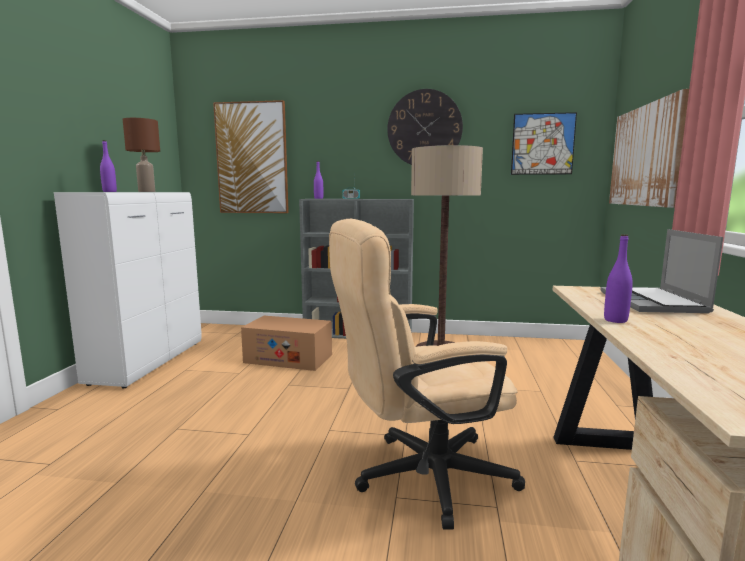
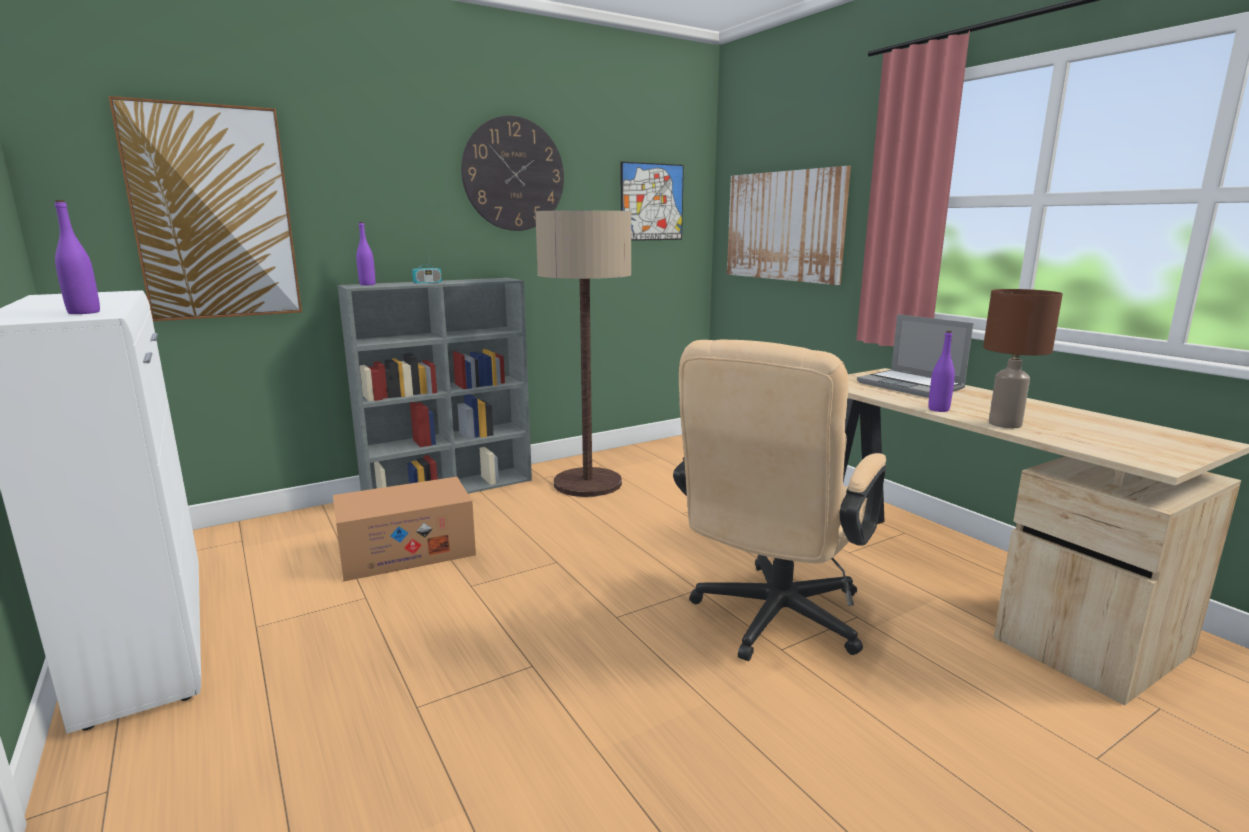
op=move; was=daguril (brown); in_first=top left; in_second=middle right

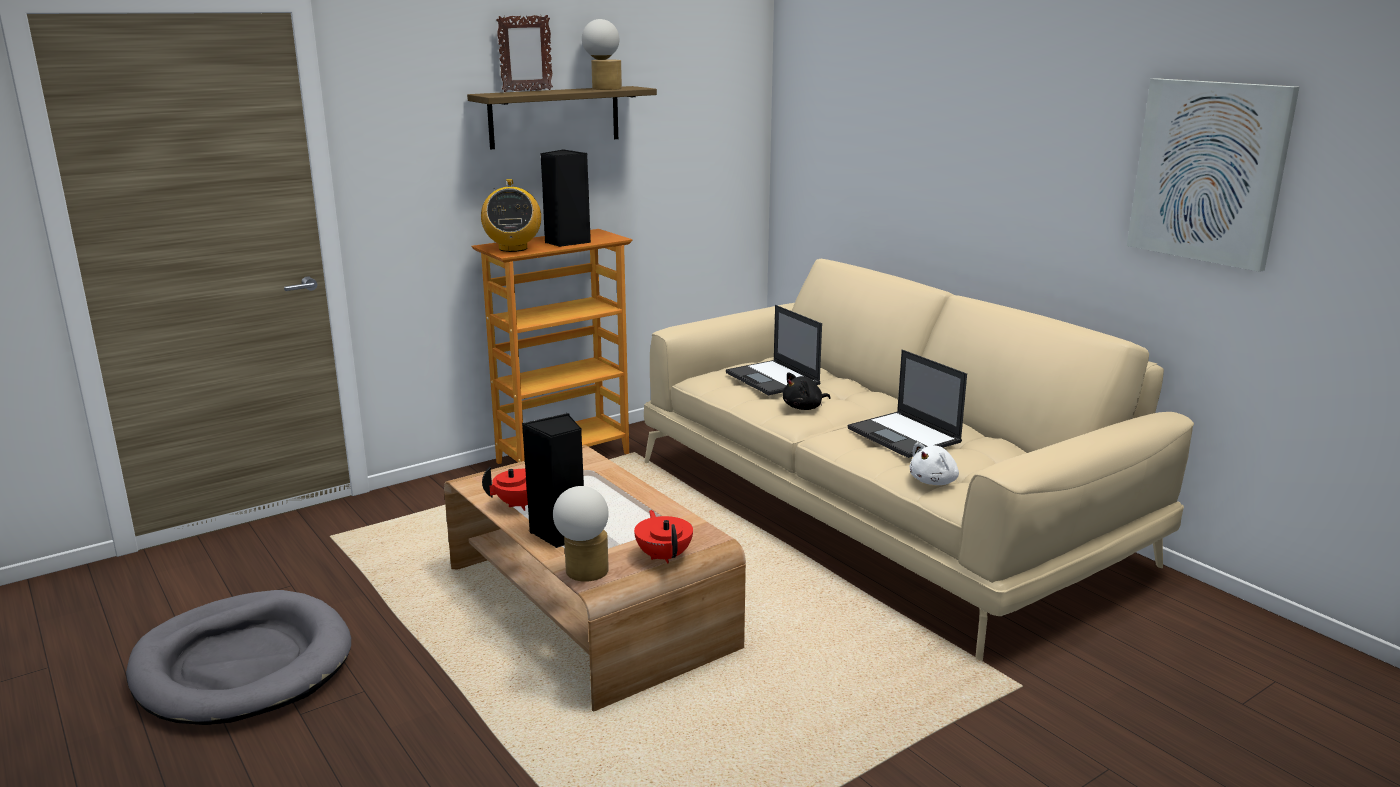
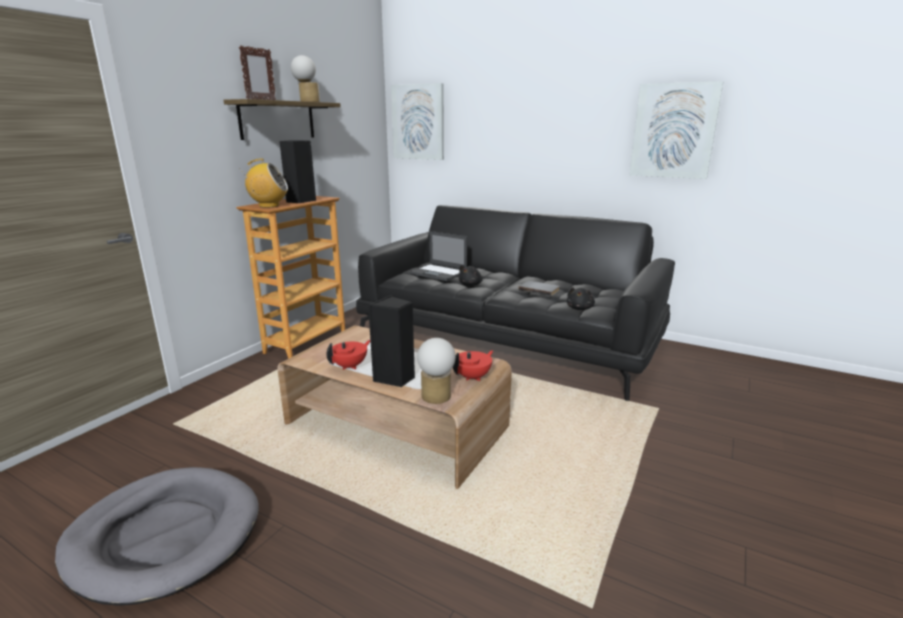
op=insert; now=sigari (1st from left); in_second=top centre
op=replace; was=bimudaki (2nd from left); now=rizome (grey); in_first=centre; in_second=centre
op=recolor; was=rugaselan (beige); now=rugaselan (black); in_first=centre; in_second=centre
op=recolor; was=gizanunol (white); now=gizanunol (black) (2nd from left); in_first=middle right; in_second=centre
op=rotate; was=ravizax; in_first=top centre; in_second=top left; clockwise=-60
op=rotate; was=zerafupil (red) (2nd from left); in_first=bottom centre; in_second=centre; clockwise=90

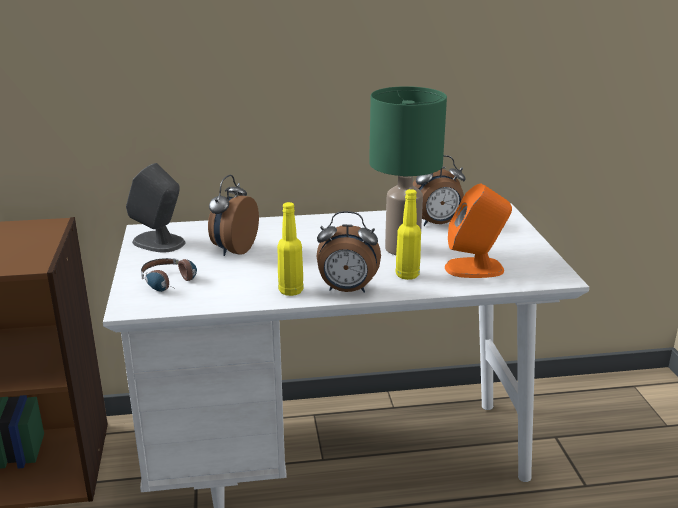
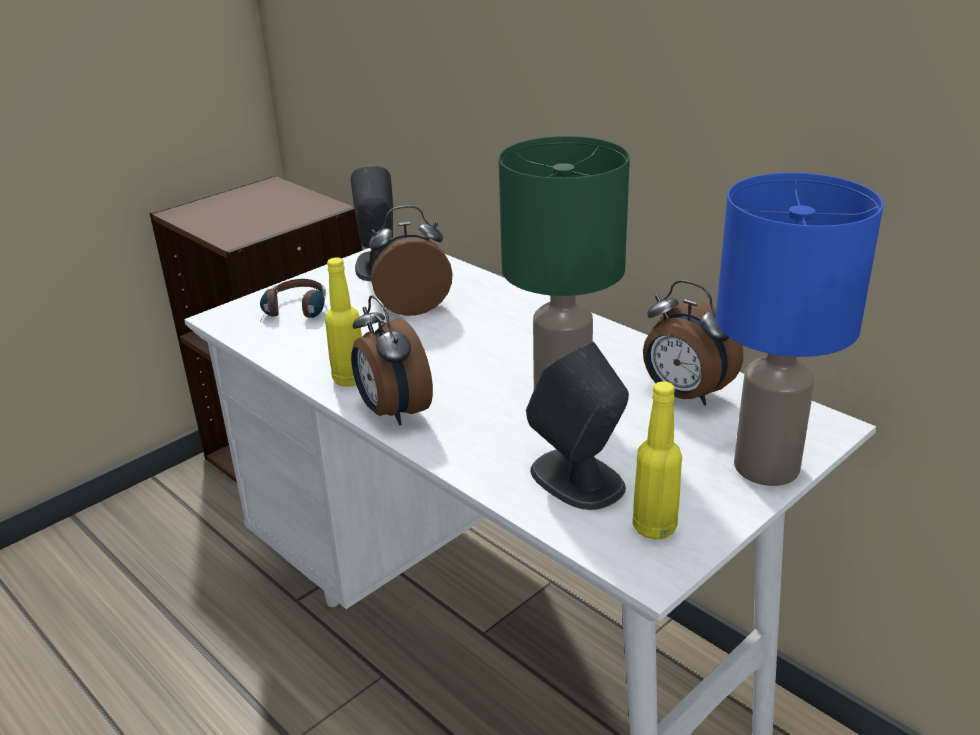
op=insert; now=daguril (blue); in_second=middle right
op=move; was=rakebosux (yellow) (2nd from left); in_first=centre; in_second=middle right
op=recolor; was=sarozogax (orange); now=sarozogax (grey) (2nd from left); in_first=middle right; in_second=centre

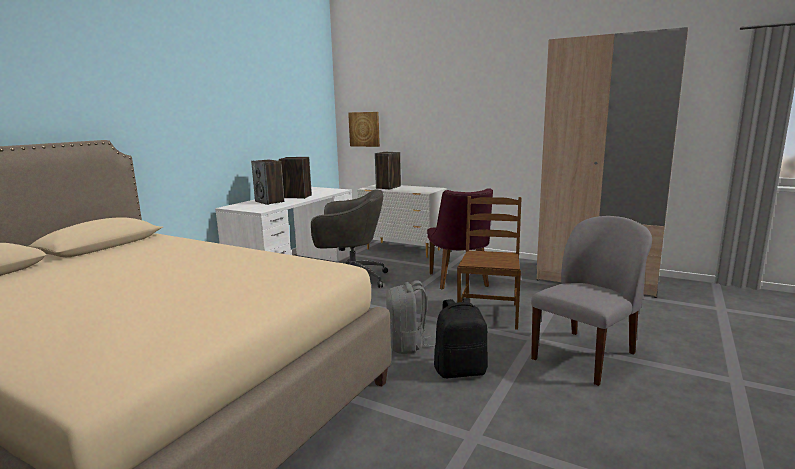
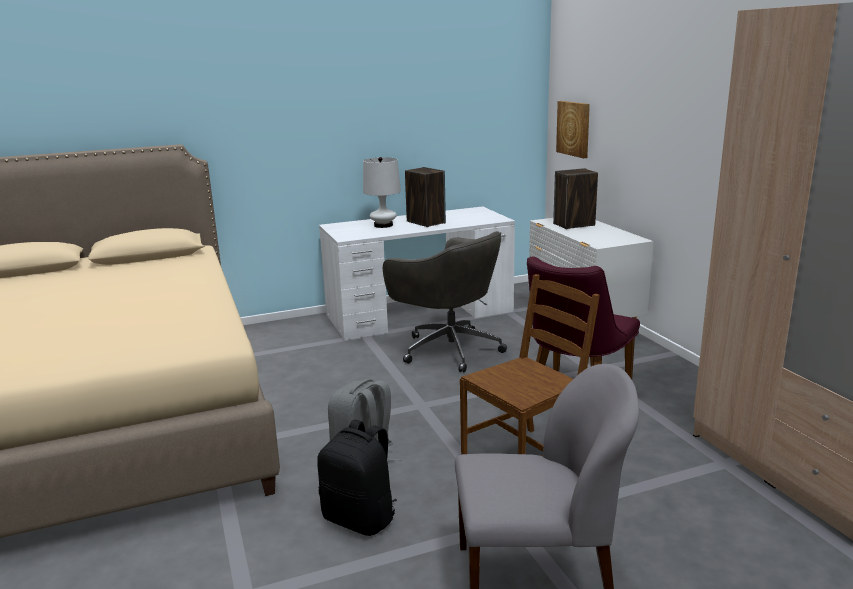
op=replace; was=sarozogax (1st from left); now=daguril (white); in_first=centre; in_second=top centre

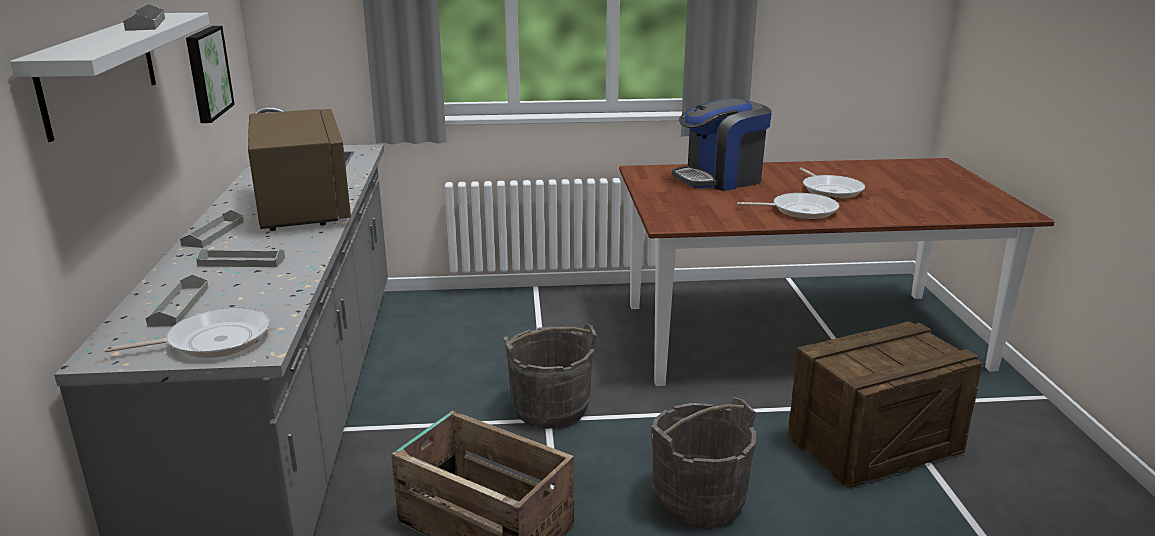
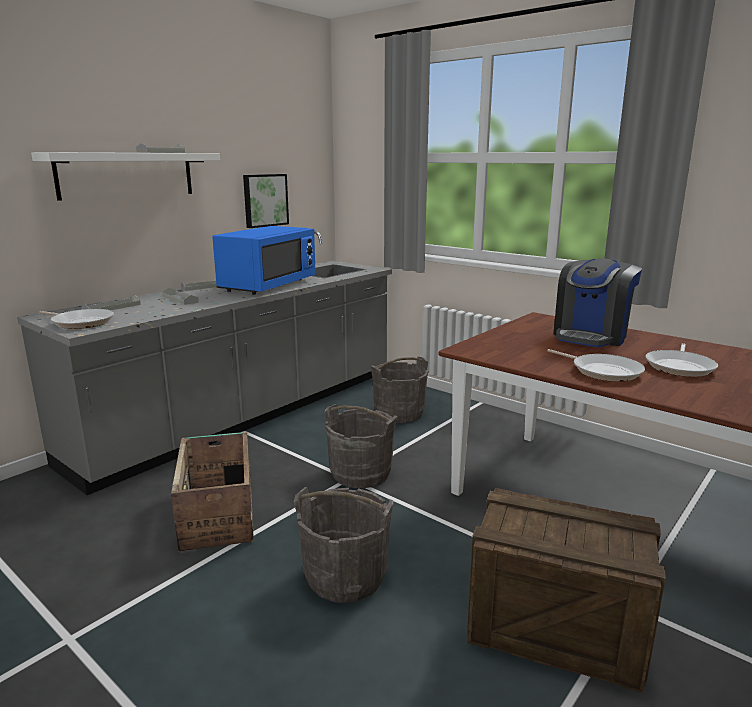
op=insert; now=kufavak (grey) (3rd from left); in_second=centre
op=recolor; was=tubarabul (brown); now=tubarabul (blue); in_first=top left; in_second=centre
op=rotate; was=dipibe; in_first=top centre; in_second=middle right; clockwise=-75

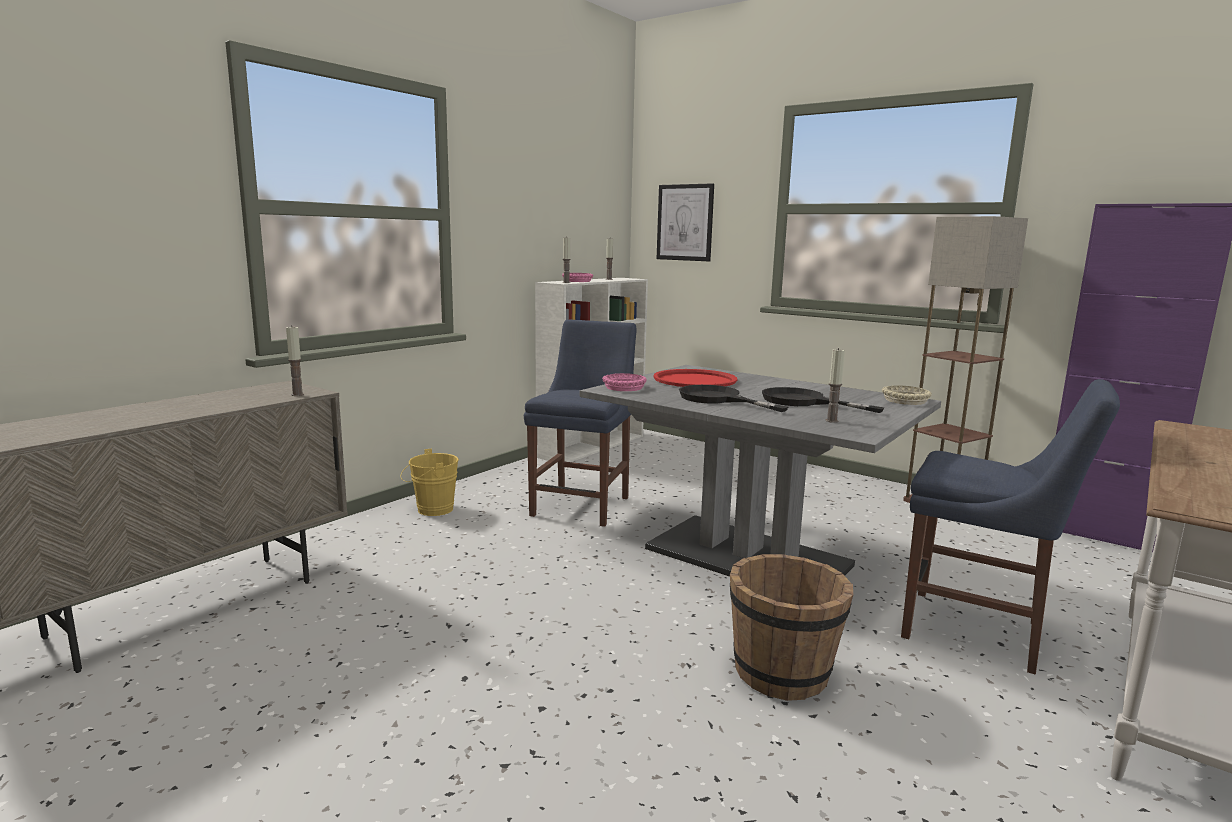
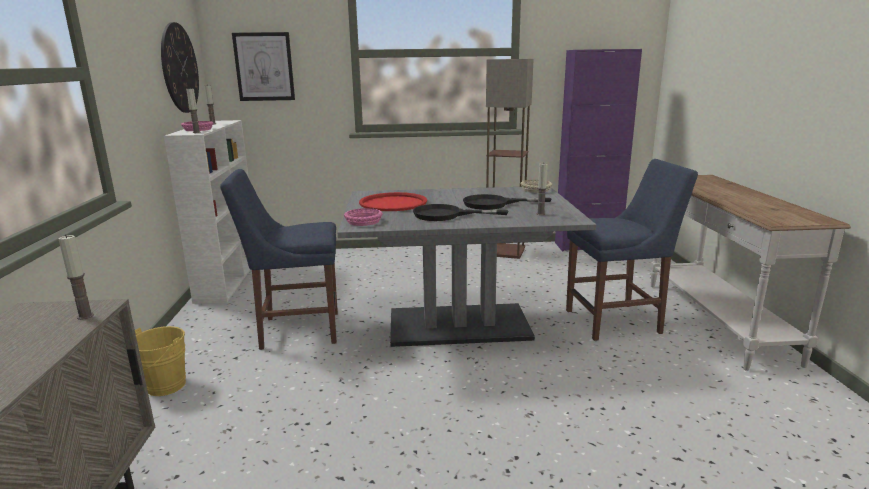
op=delete; was=kufavak (brown); in_first=bottom centre
op=insert; now=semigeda; in_second=top left
op=rotate; was=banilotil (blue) (1st from left); in_first=centre; in_second=middle left; clockwise=-75

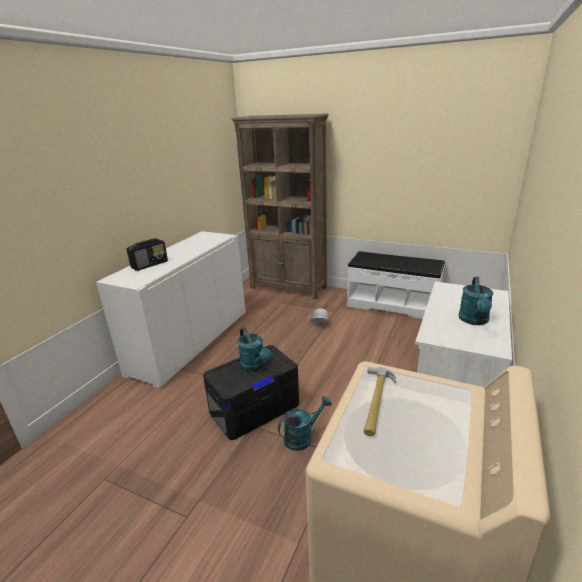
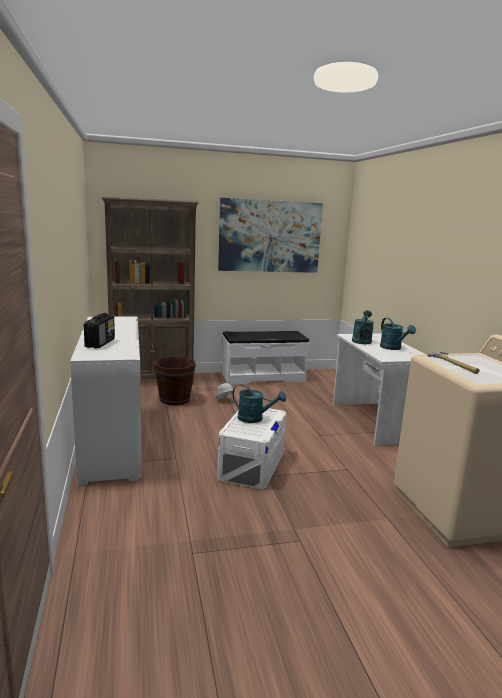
op=insert; now=kufavak (brown); in_second=centre
op=insert; now=sigari; in_second=centre
op=move; was=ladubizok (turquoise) (2nd from left); in_first=bottom centre; in_second=middle right
op=recolor; was=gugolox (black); now=gugolox (white); in_first=bottom centre; in_second=centre

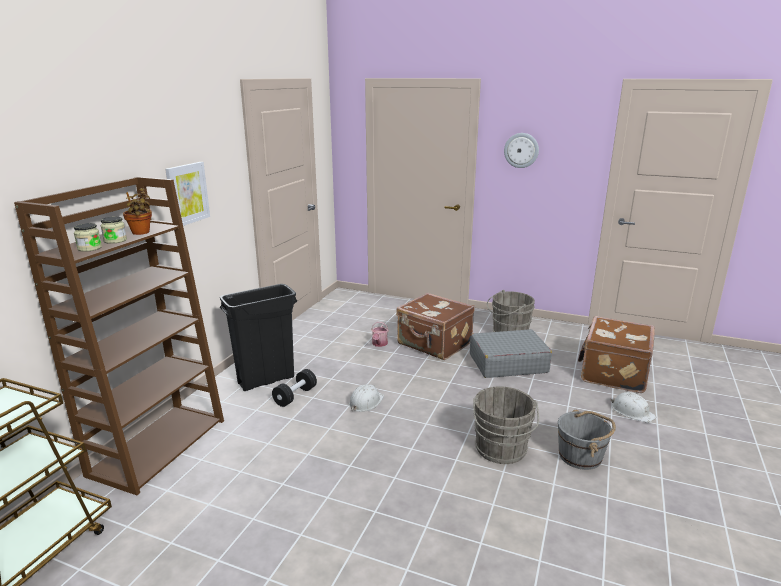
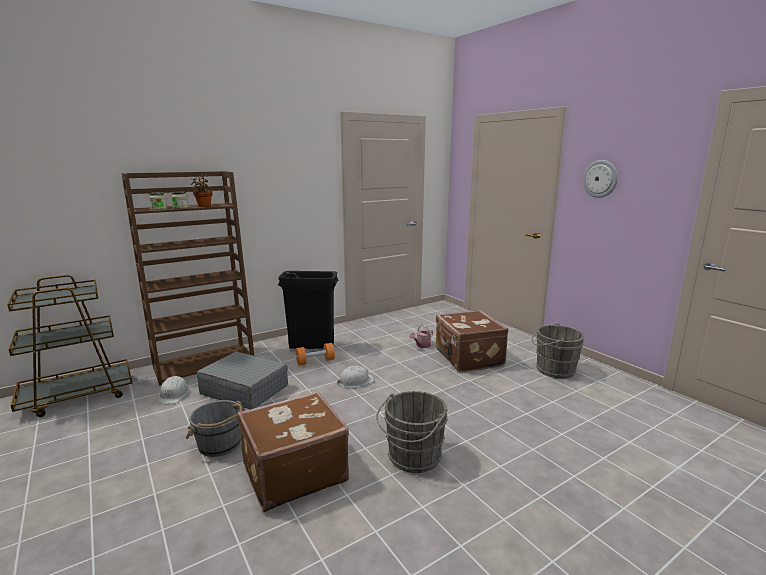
op=delete; was=sigari; in_first=top left
op=move; was=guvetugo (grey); in_first=centre; in_second=middle left
op=move; was=kufavak (grey) (3rd from left in the first image); now=kufavak (grey) (1st from left); in_first=bottom right; in_second=bottom left
op=move; was=guvetugo (brown) (2nd from left in the first image); now=guvetugo (brown) (1st from left); in_first=middle right; in_second=bottom centre
op=move; was=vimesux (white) (2nd from left in the first image); now=vimesux (white) (1st from left); in_first=bottom right; in_second=bottom left
op=recolor; was=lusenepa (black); now=lusenepa (orange); in_first=centre; in_second=centre

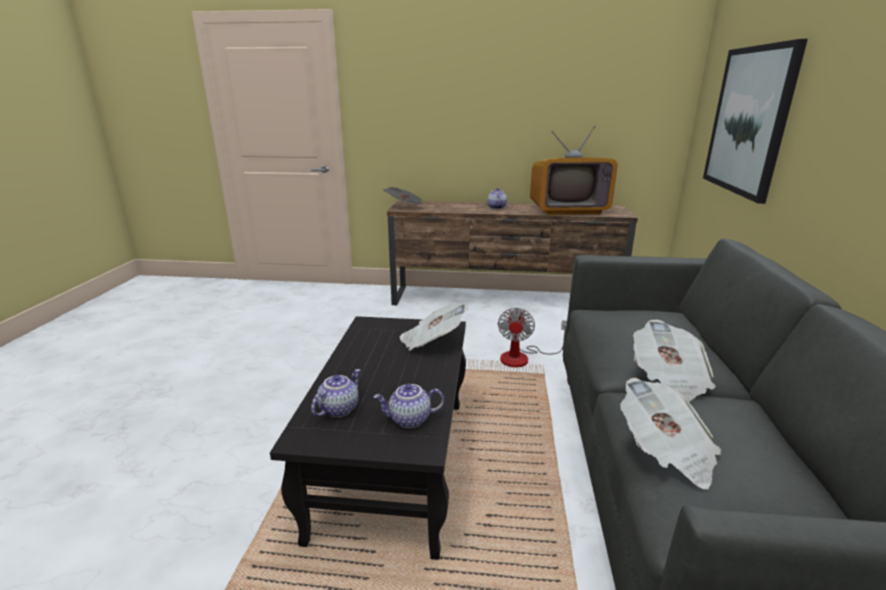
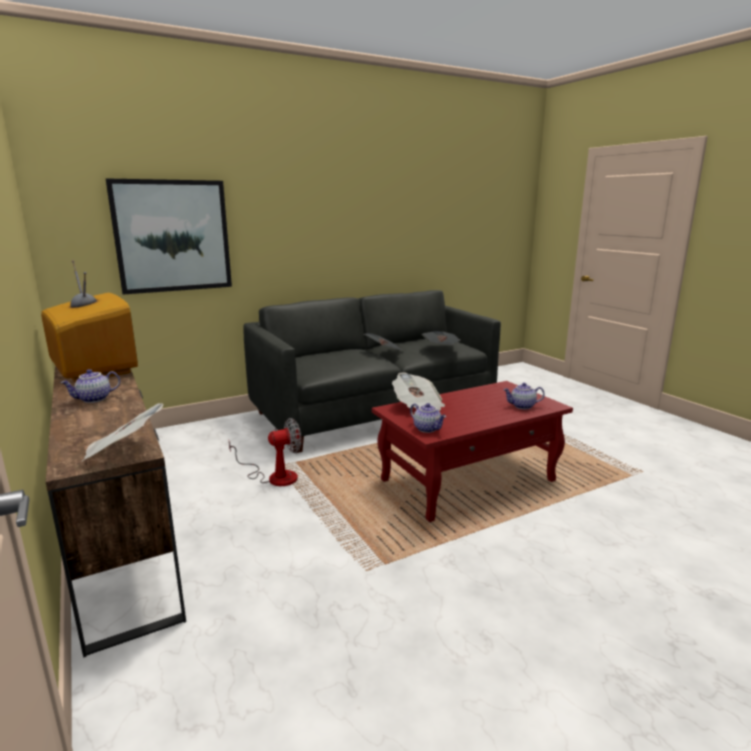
op=move; was=zerafupil (2nd from left); in_first=bottom centre; in_second=centre
op=recolor; was=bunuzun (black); now=bunuzun (red); in_first=bottom centre; in_second=centre

